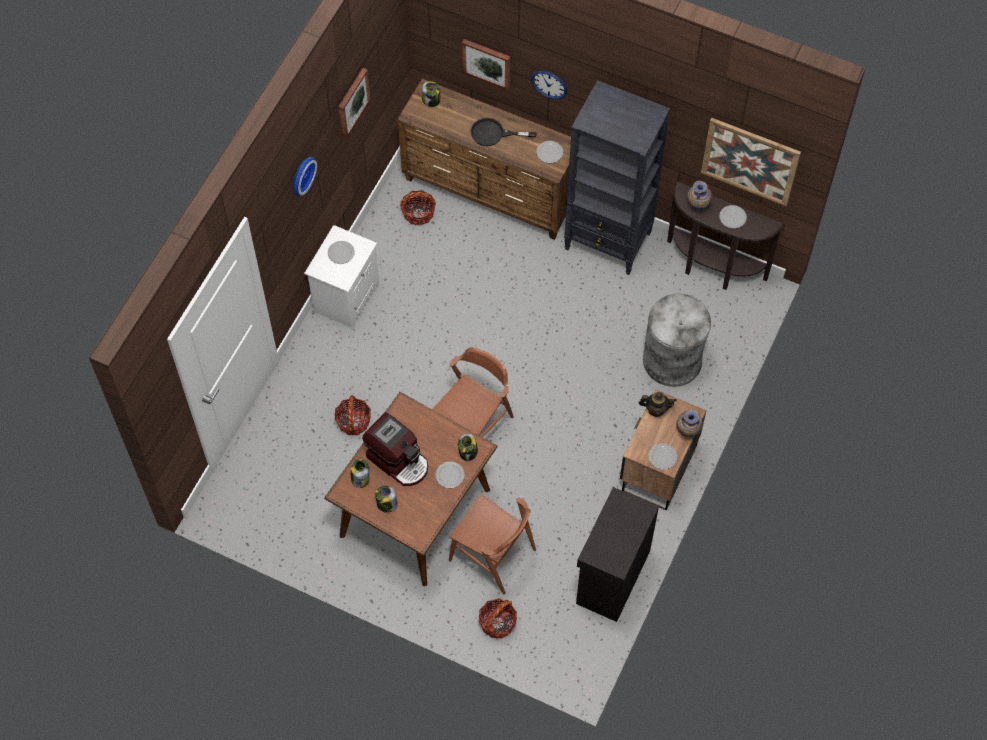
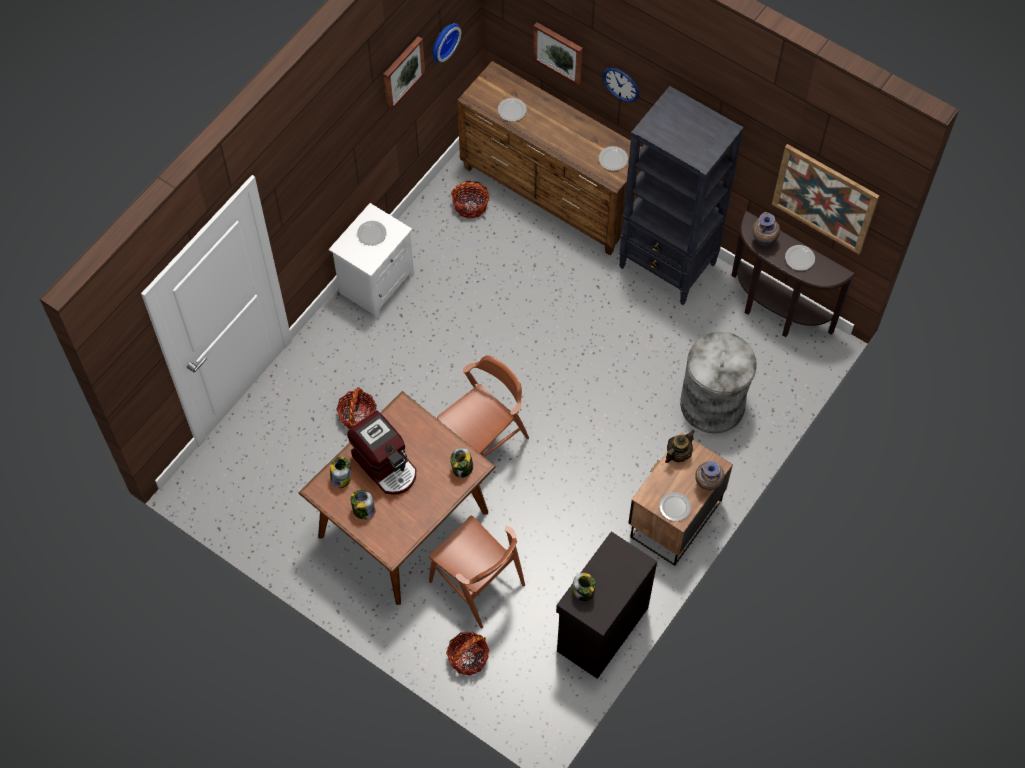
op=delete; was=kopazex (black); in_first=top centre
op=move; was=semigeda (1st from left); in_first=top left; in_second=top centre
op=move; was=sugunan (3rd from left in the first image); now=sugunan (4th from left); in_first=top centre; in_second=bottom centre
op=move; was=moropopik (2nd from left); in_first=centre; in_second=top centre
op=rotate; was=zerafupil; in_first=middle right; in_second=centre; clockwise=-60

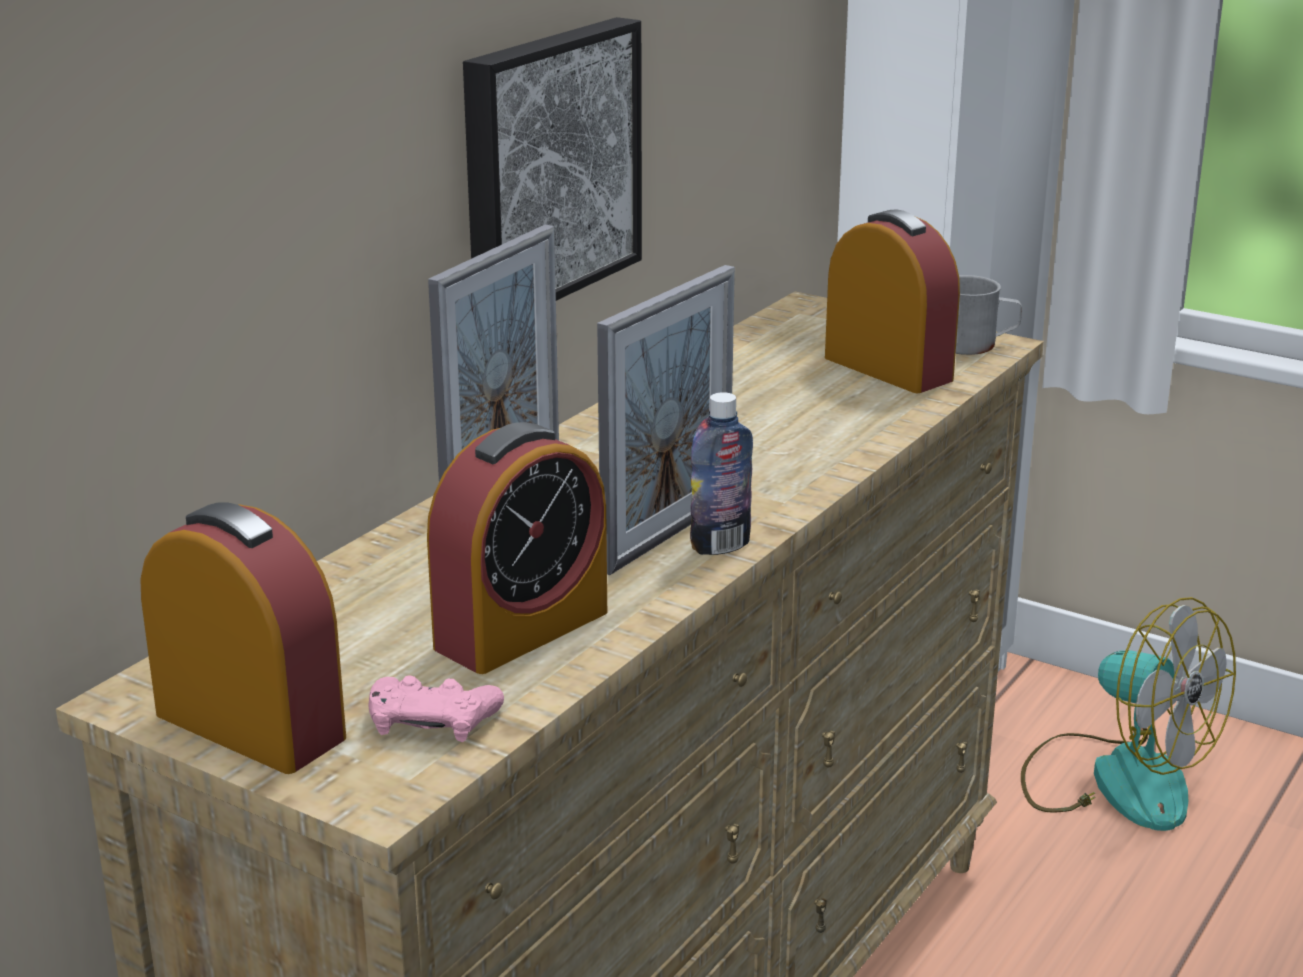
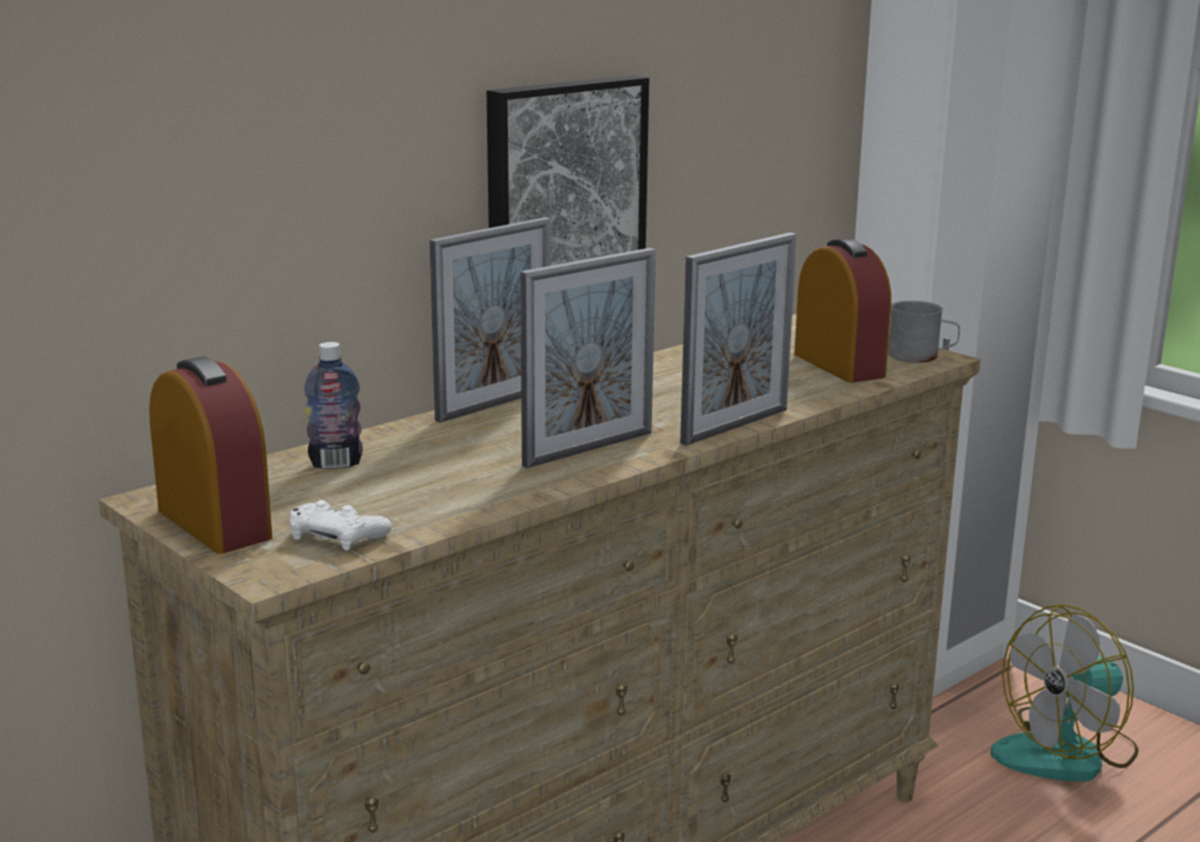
op=delete; was=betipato (2nd from left); in_first=centre
op=insert; now=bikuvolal (3rd from left); in_second=centre
op=move; was=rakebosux; in_first=centre; in_second=middle left
op=recolor; was=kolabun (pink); now=kolabun (white); in_first=bottom centre; in_second=middle left
op=rotate; was=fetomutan; in_first=bottom right; in_second=bottom right; clockwise=90

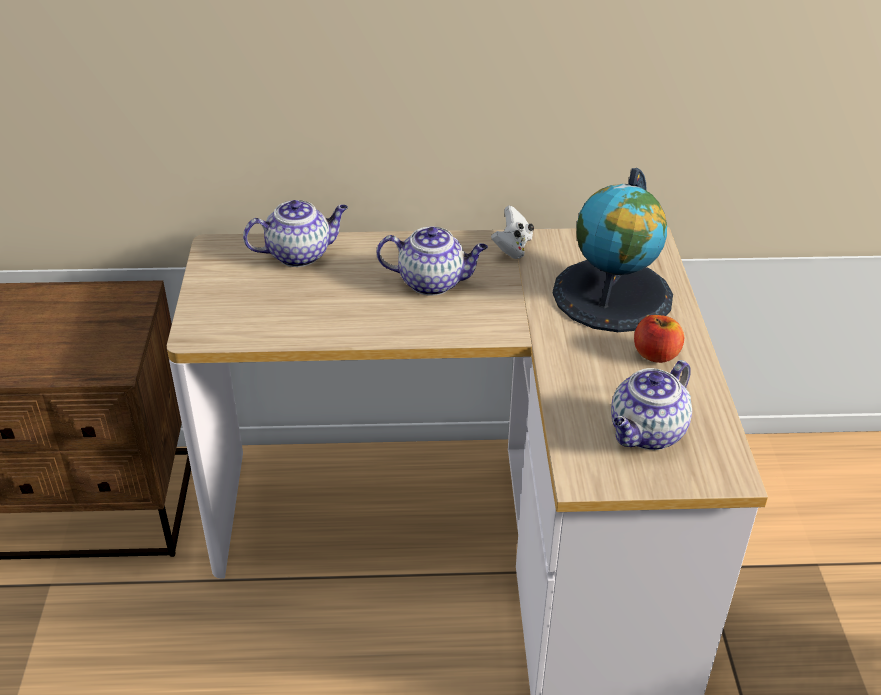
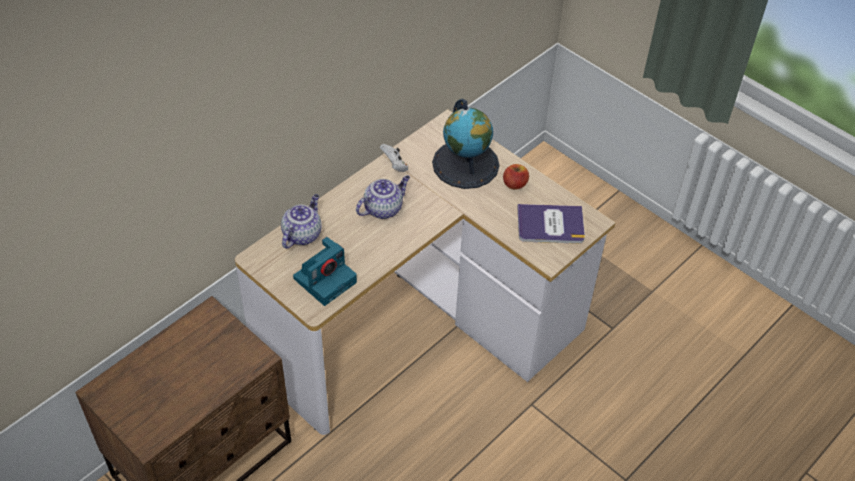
op=insert; now=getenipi; in_second=centre
op=replace; was=zerafupil (3rd from left); now=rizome; in_first=middle right; in_second=centre

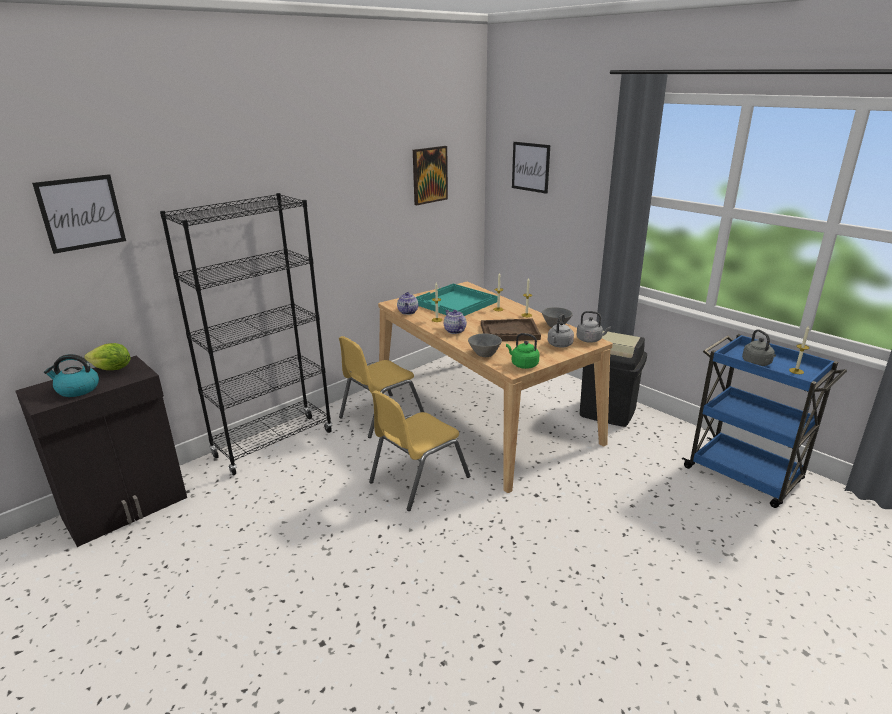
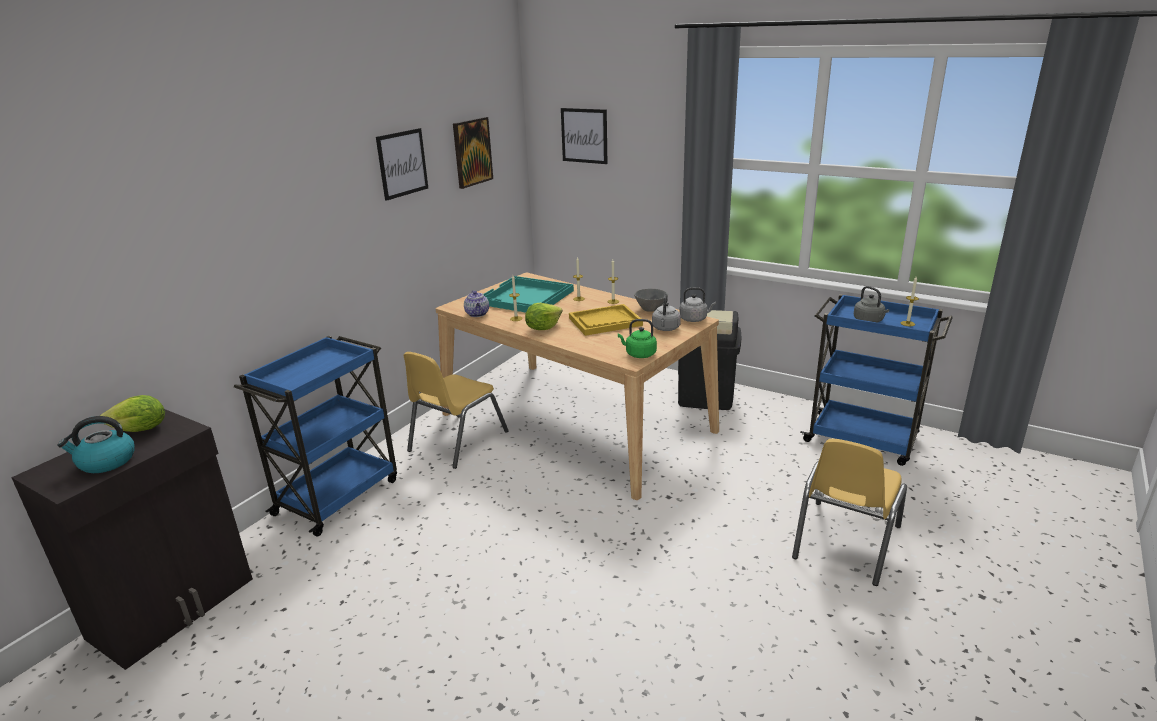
op=delete; was=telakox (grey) (1st from left); in_first=centre
op=move; was=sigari (1st from left); in_first=top left; in_second=top centre
op=move; was=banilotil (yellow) (2nd from left); in_first=centre; in_second=bottom right
op=replace; was=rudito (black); now=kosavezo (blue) (1st from left); in_first=middle left; in_second=middle left
op=replace; was=zerafupil (2nd from left); now=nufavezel (2nd from left); in_first=centre; in_second=centre
op=recolor; was=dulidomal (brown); now=dulidomal (yellow); in_first=centre; in_second=centre

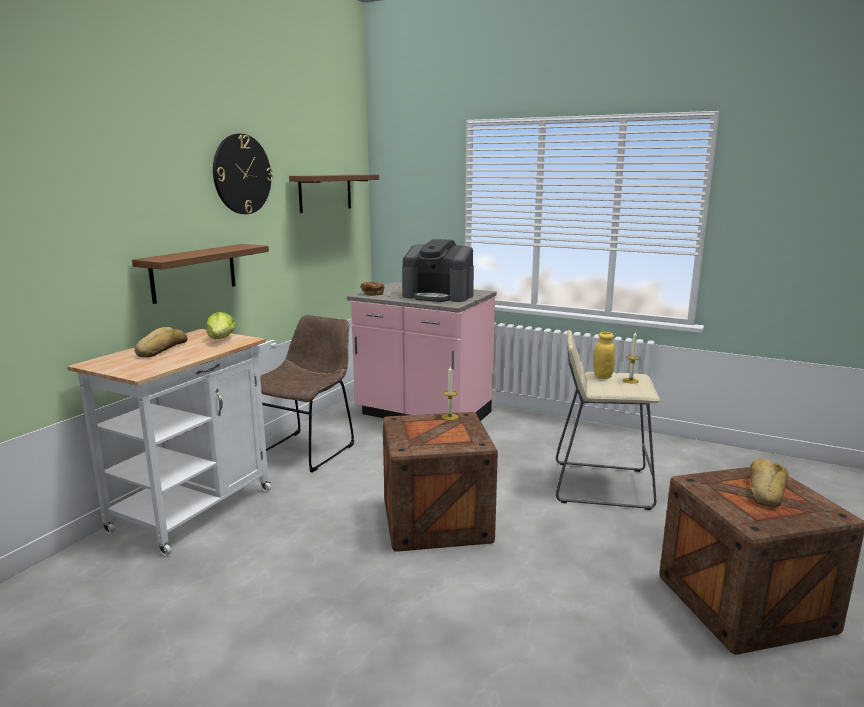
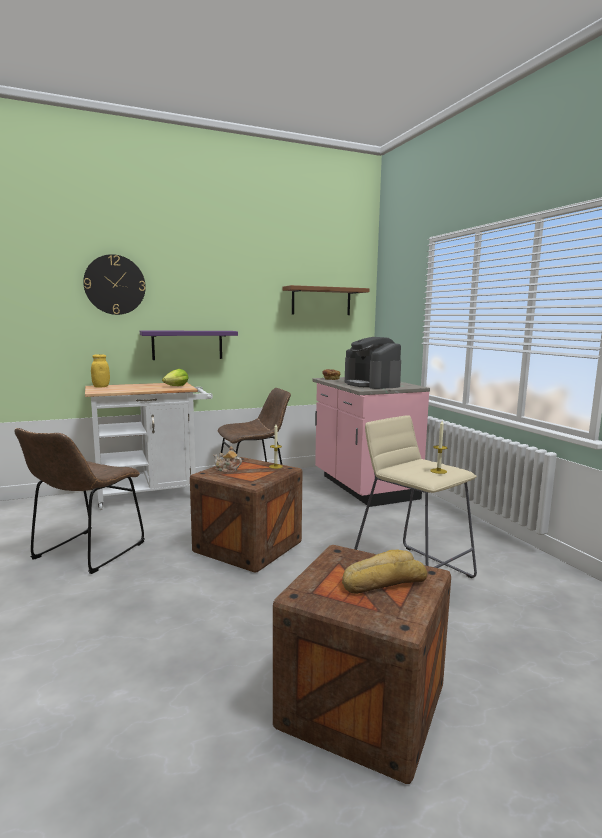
op=delete; was=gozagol (1st from left); in_first=middle left
op=insert; now=banilotil (brown) (1st from left); in_second=middle left
op=insert; now=zerafupil; in_second=centre
op=move; was=semigeda; in_first=top left; in_second=middle left
op=move; was=sugunan (yellow); in_first=middle right; in_second=middle left
op=recolor; was=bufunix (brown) (1st from left); now=bufunix (purple); in_first=middle left; in_second=middle left

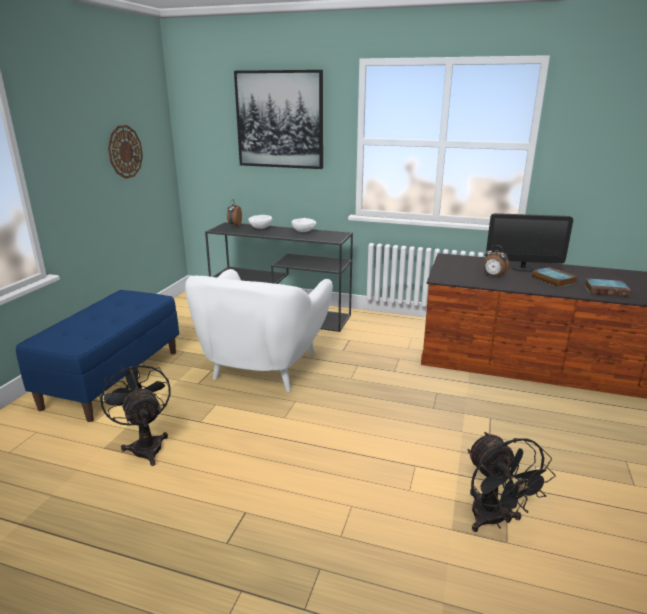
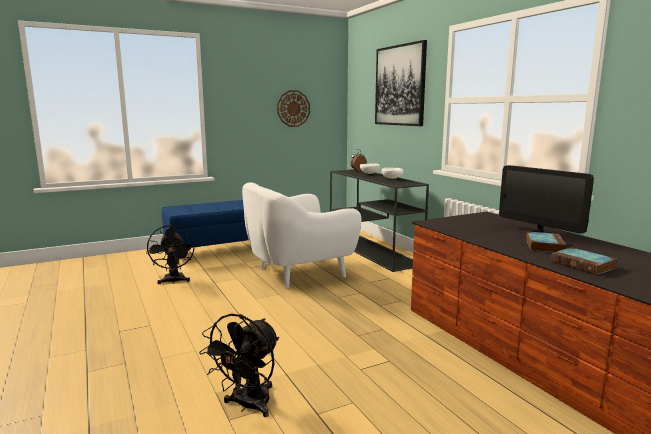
op=delete; was=betipato (2nd from left); in_first=middle right
op=rotate; was=fetomutan (black) (1st from left); in_first=bottom left; in_second=middle left; clockwise=150

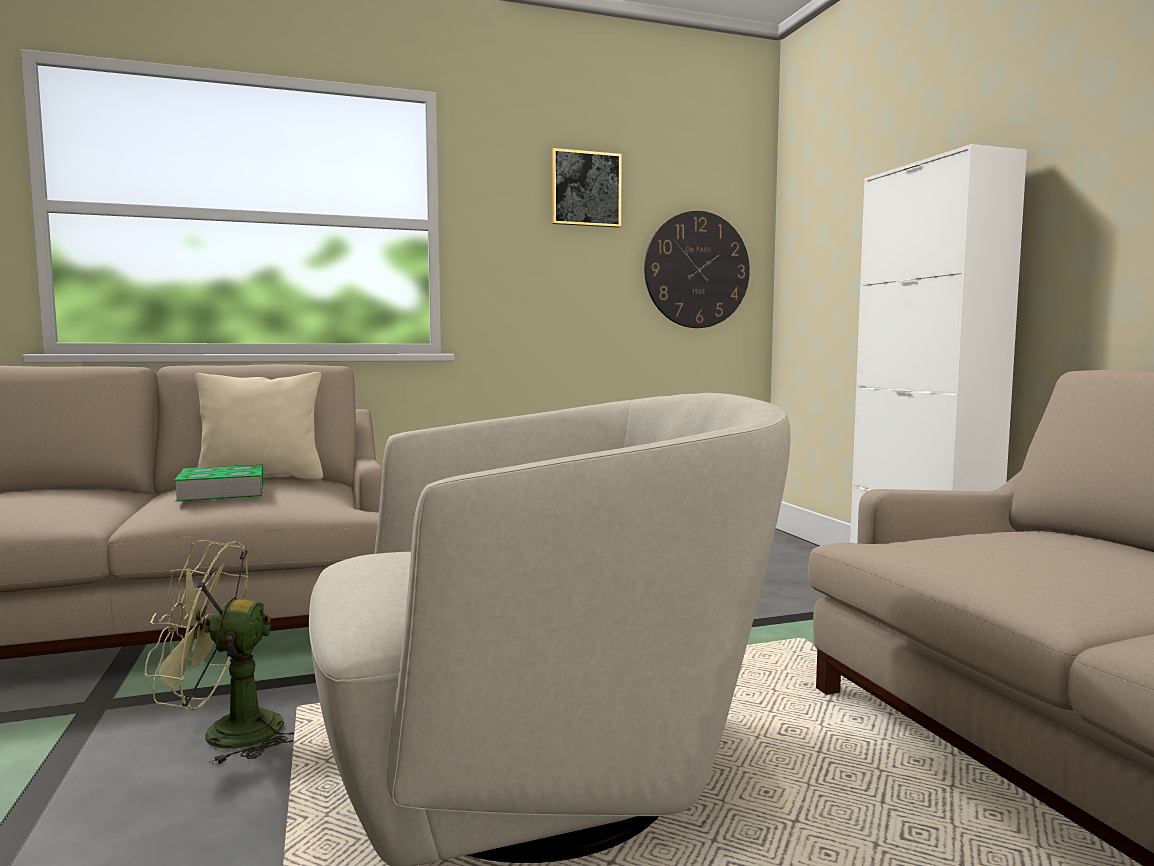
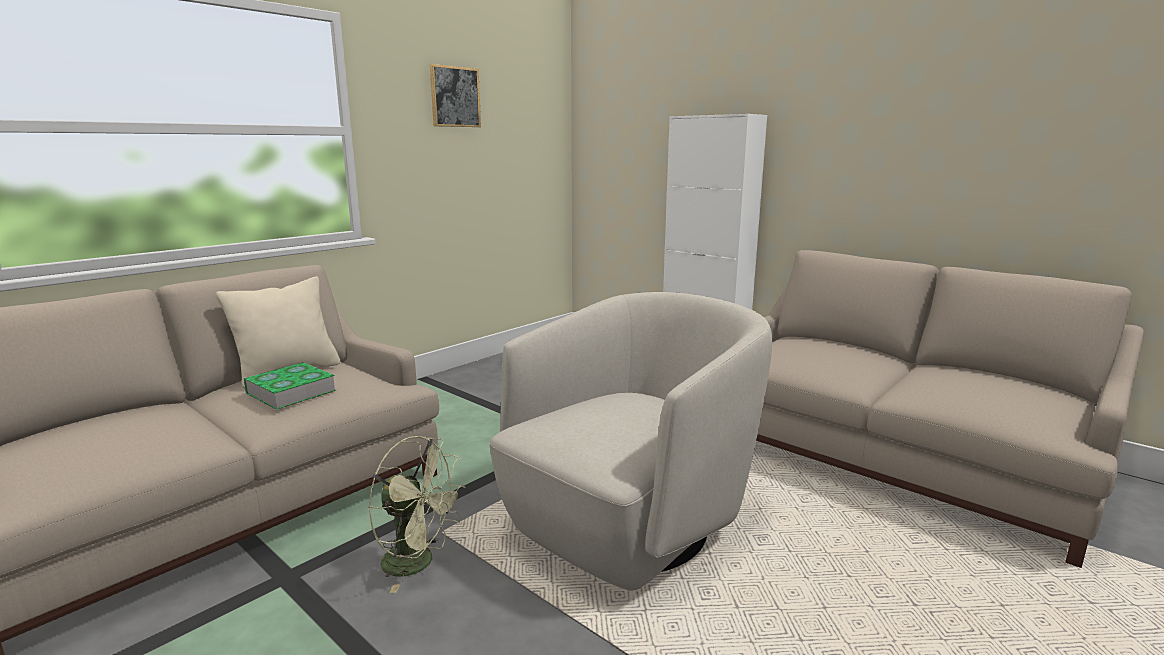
op=delete; was=semigeda; in_first=top centre
op=rotate; was=fetomutan (green); in_first=bottom left; in_second=bottom centre; clockwise=-120

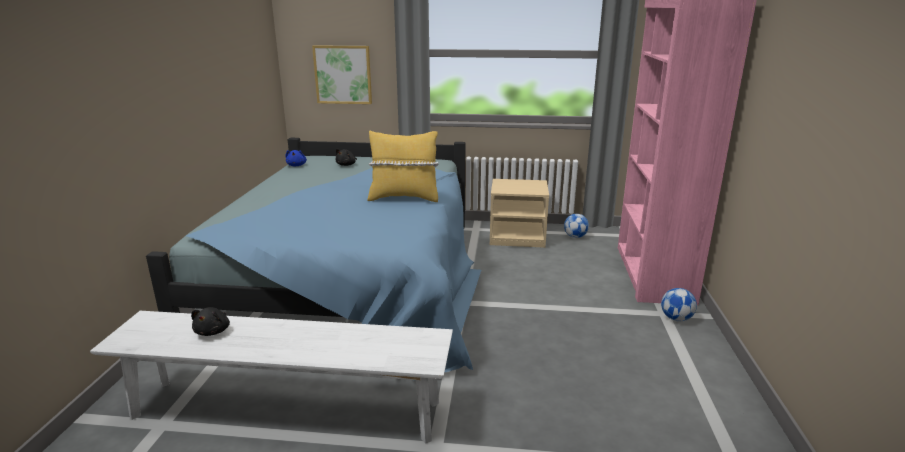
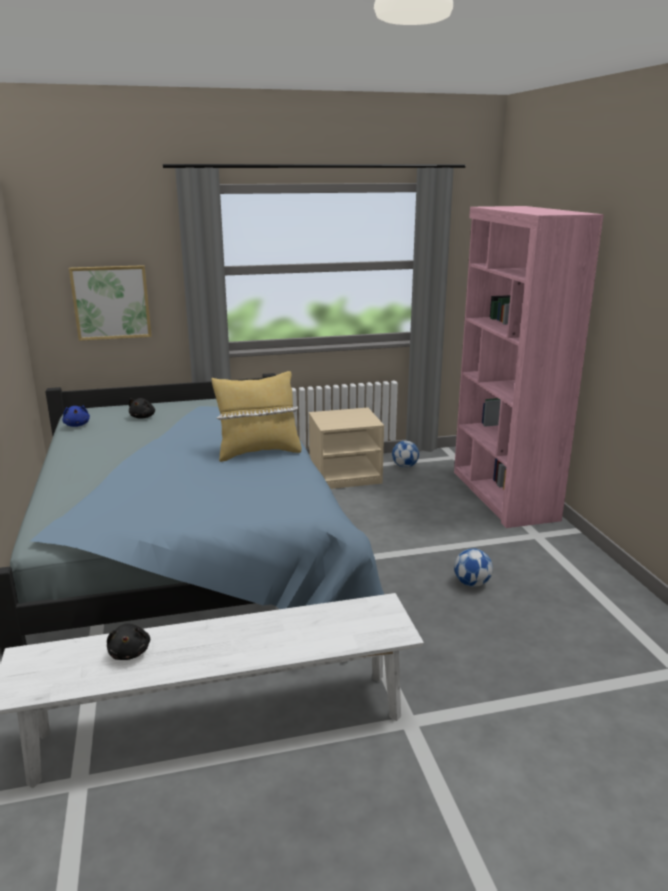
op=move; was=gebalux (2nd from left); in_first=bottom right; in_second=middle right

